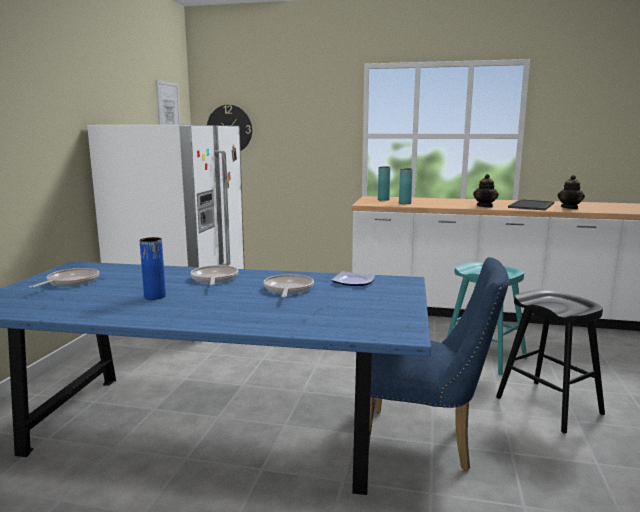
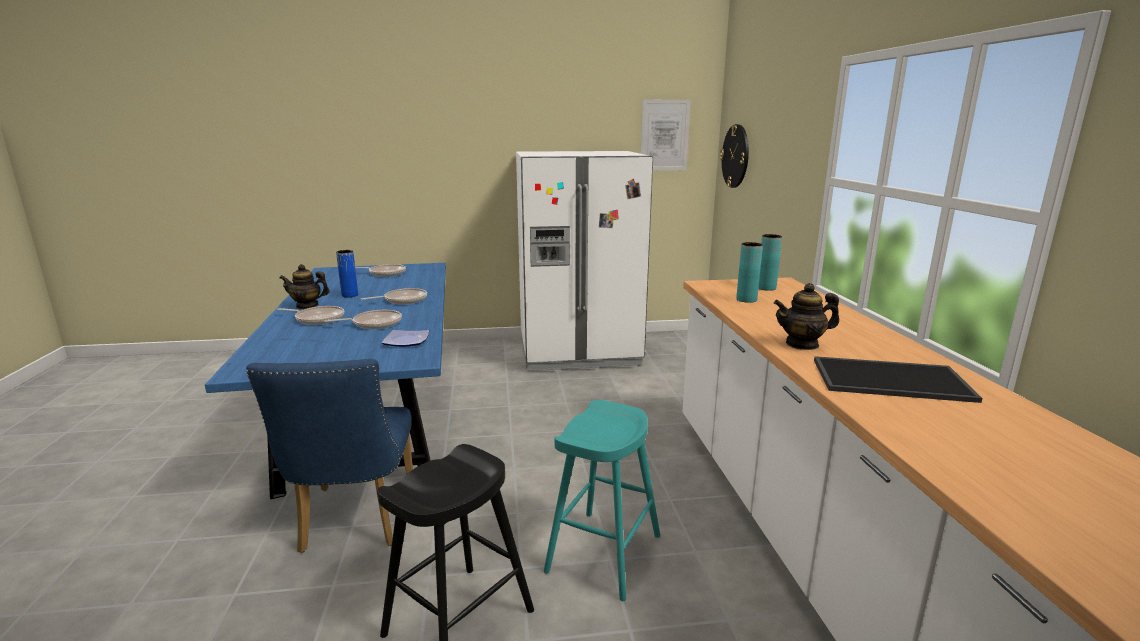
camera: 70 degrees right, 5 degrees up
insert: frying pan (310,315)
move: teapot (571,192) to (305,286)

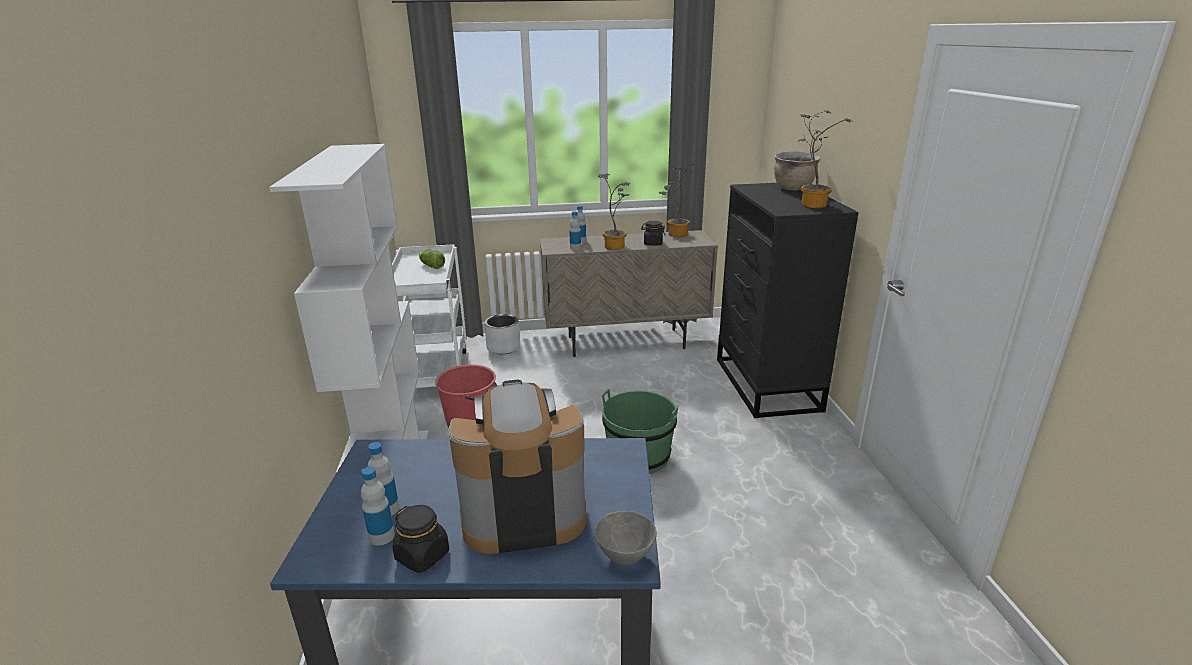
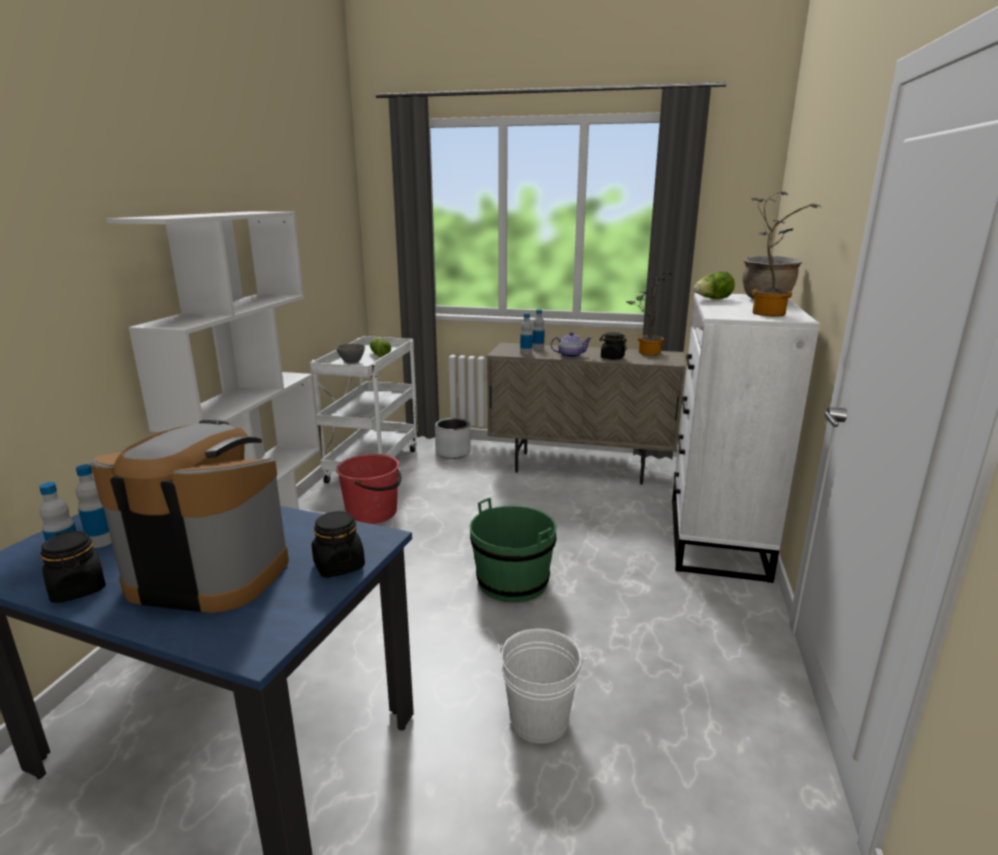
camera: 20 degrees right, 5 degrees down
insert: jar (black) (338,544); bucket (white) (542,686); lettuce (714,285)
move: bowl (grey) (626,538) to (350,353)
replace: potted plant (614,211) to teapot (571,345)
recolor: dresser (black) (787,300) to dresser (white) (746,438)

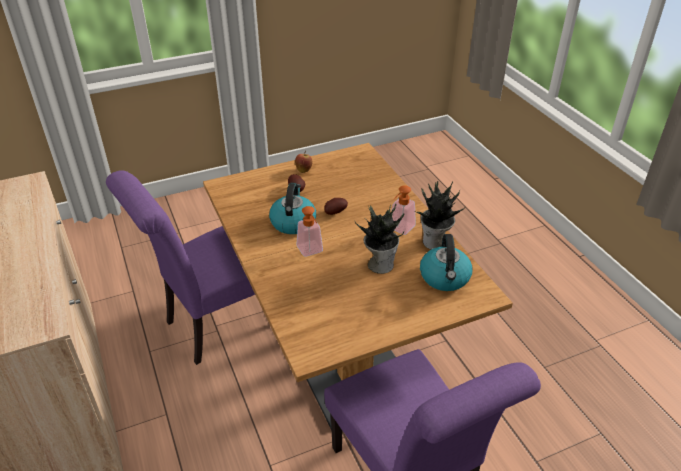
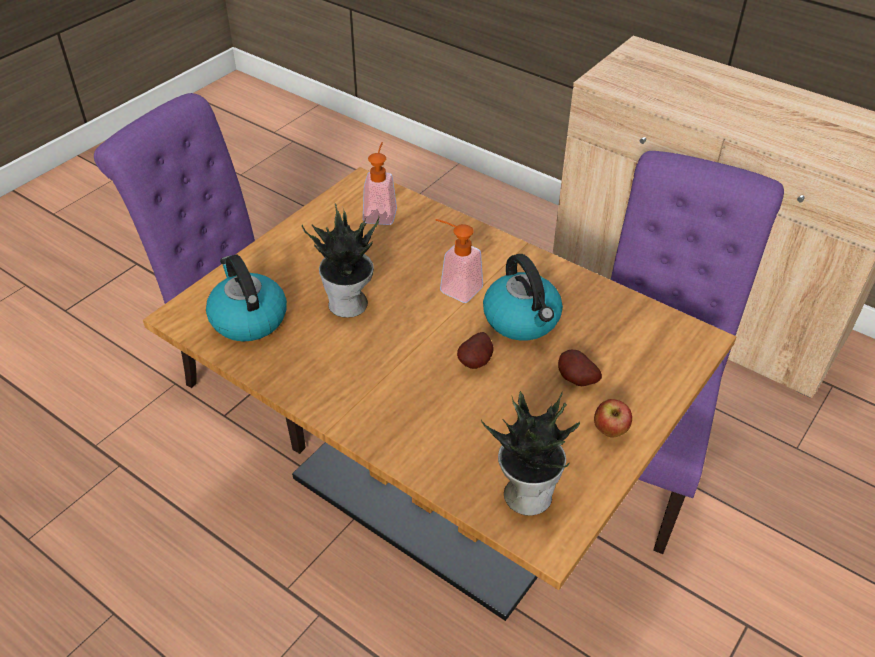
camera: 150 degrees right, 5 degrees up
move: soap dispenser (404,210) to (380,183); potted plant (440,215) to (530,453)

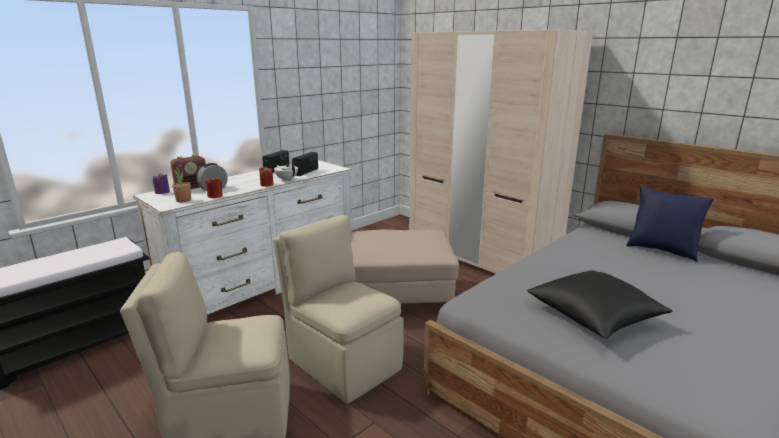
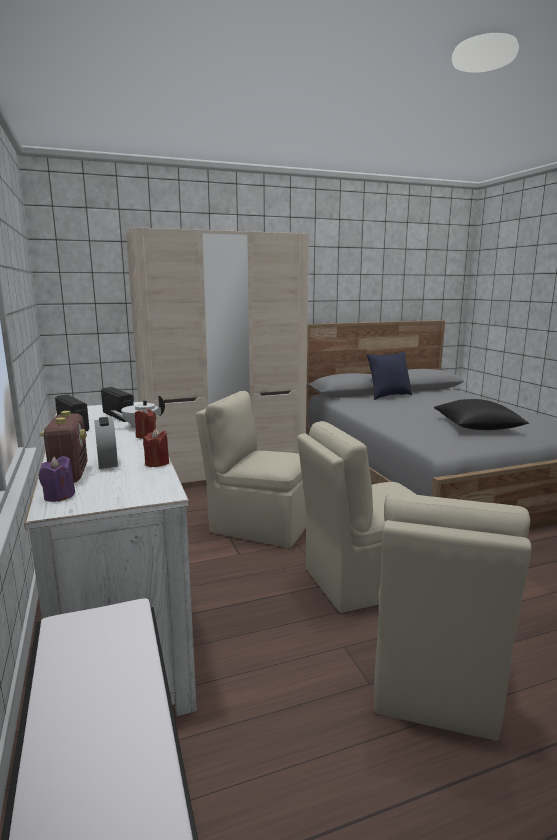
camera: 65 degrees left, 5 degrees down
delete: potted plant (181,180)
replace: ottoman (beige) (404,268) to chair (beige) (251,469)

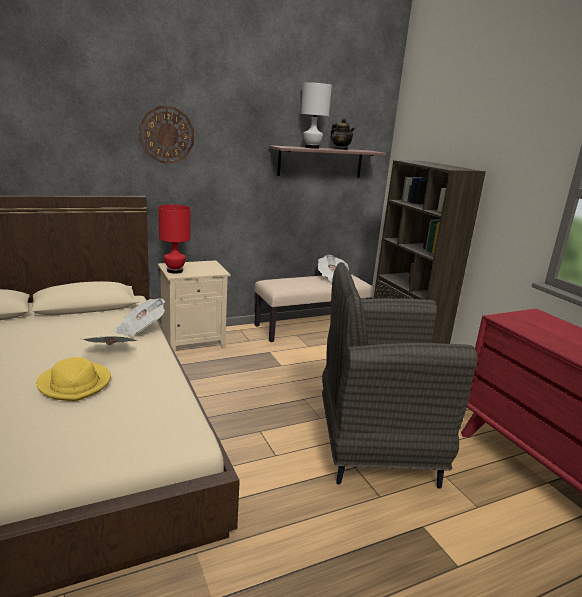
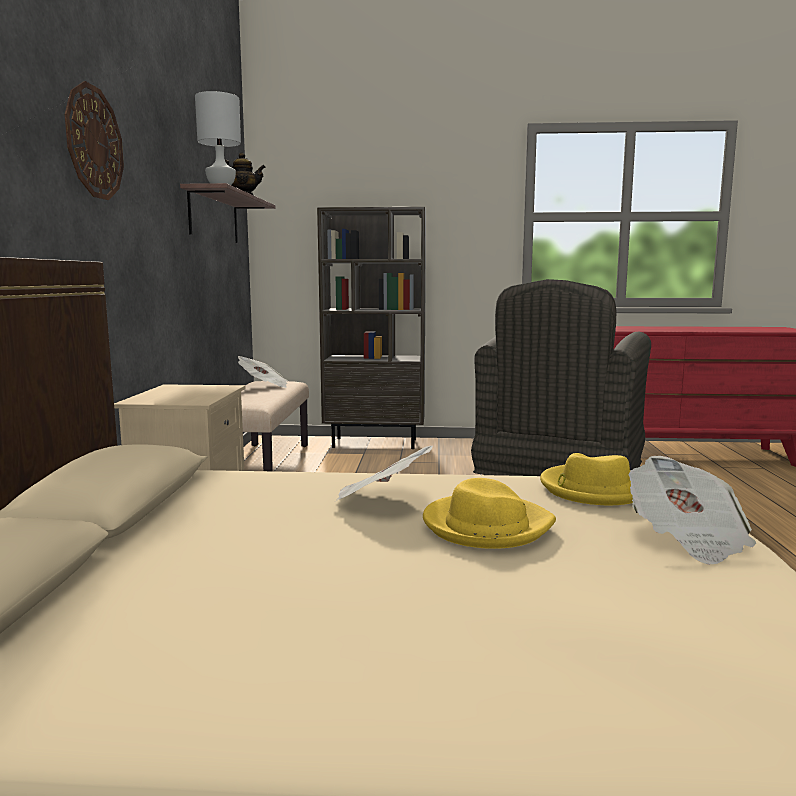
camera: 60 degrees left, 10 degrees down
delete: table lamp (red) (174,239)
insert: hat (yellow) (586,479)
move: newspaper (139,317) to (692,510)

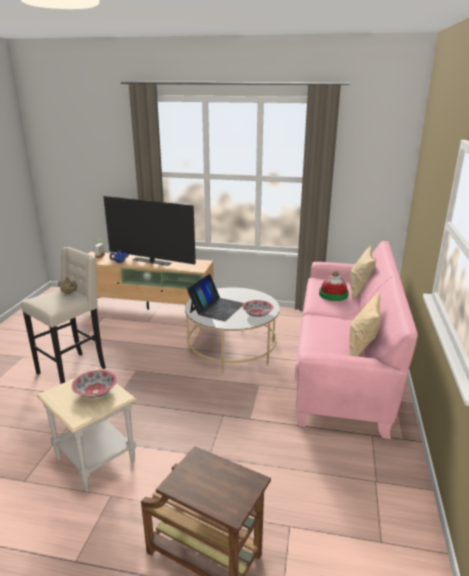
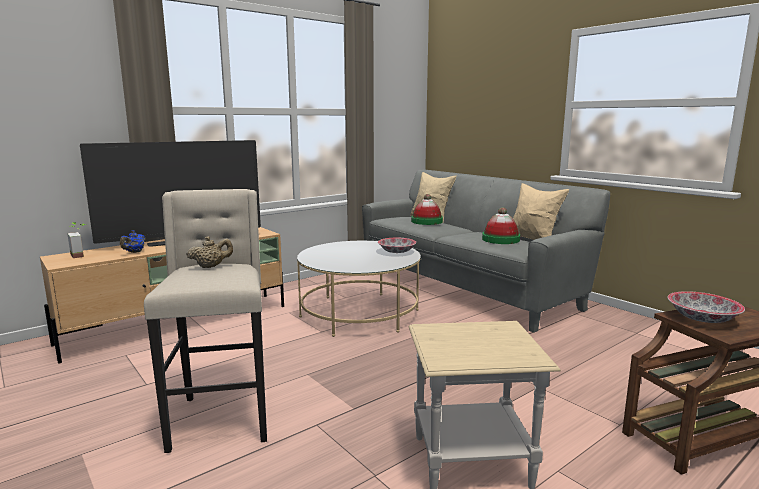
camera: 50 degrees left, 10 degrees down
delete: laptop (215,297)
insert: hat (501,225)
move: bowl (94,384) to (706,307)
recolor: sofa (pink) (356,340) to sofa (grey) (486,251)

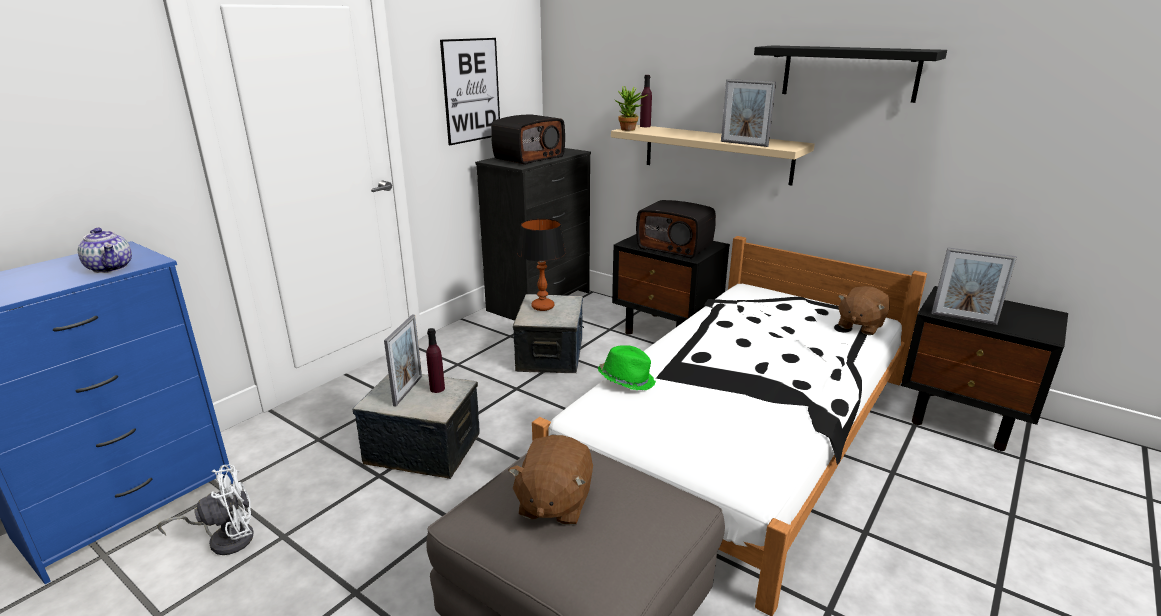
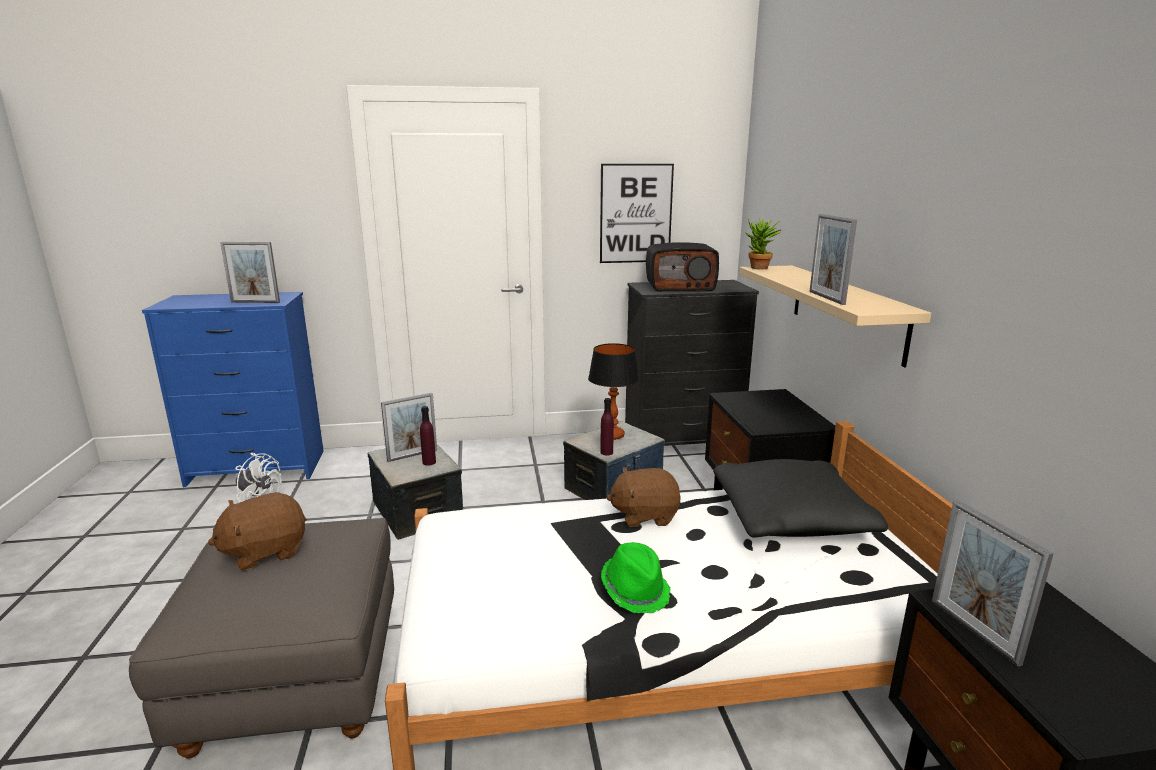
camera: 45 degrees right, 5 degrees down
delete: radio (676,229); shelf (black) (850,74)
insert: pillow (black) (800,498)
move: bottle (purple) (646,101) to (607,426); hat (green) (627,368) to (636,577); plush toy (brown) (864,310) to (643,497)
replace: teapot (105,250) to picture frame (250,272)

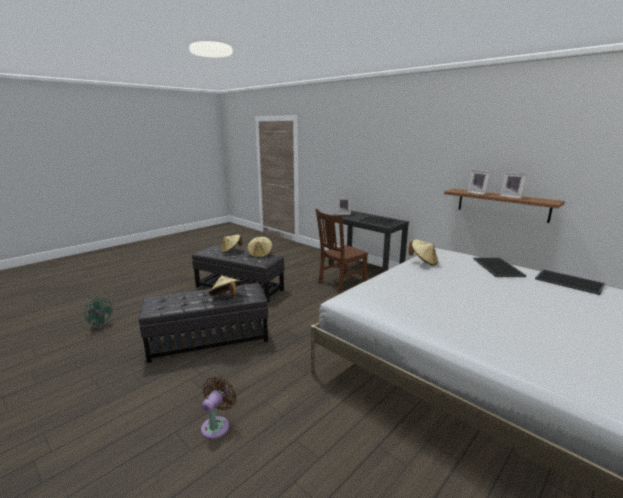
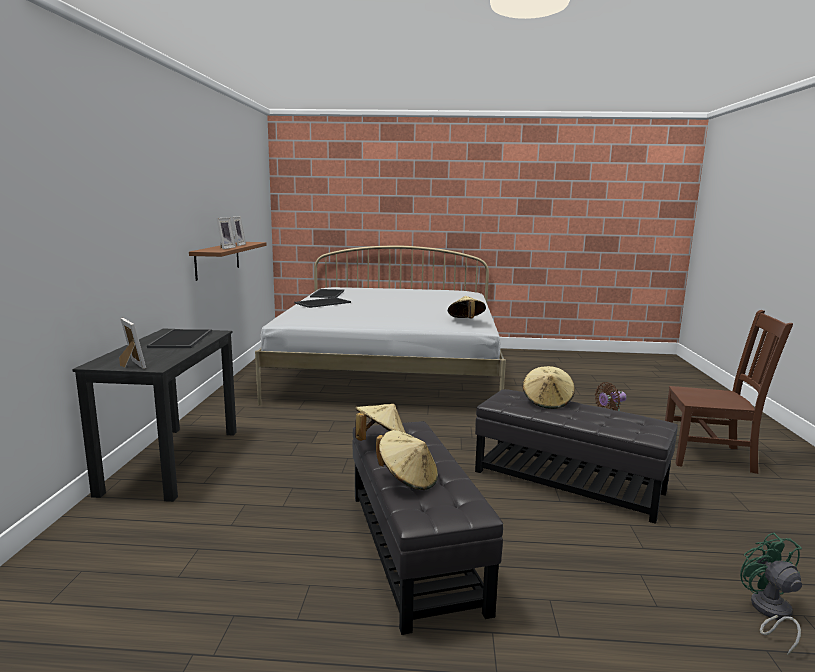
camera: 130 degrees left, 5 degrees down
move: hat (beige) (423,253) to (467,307); chair (brown) (342,251) to (729,392)

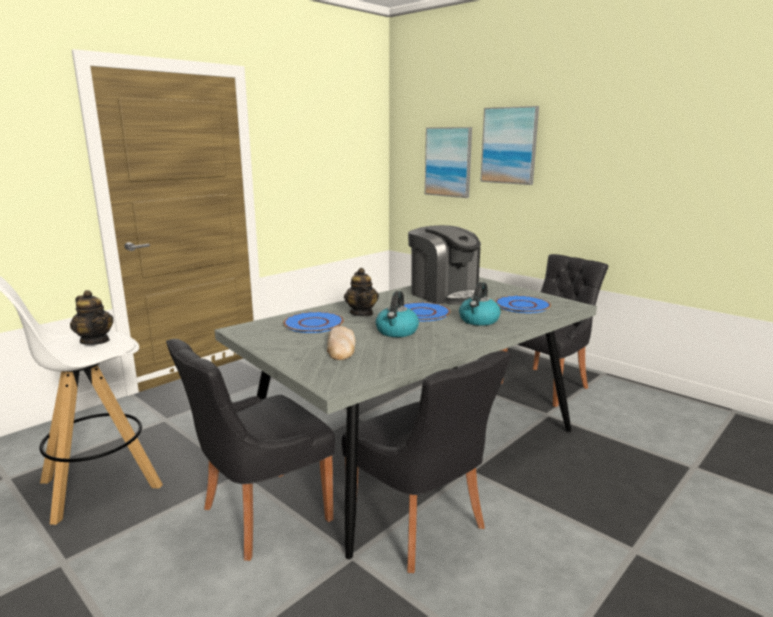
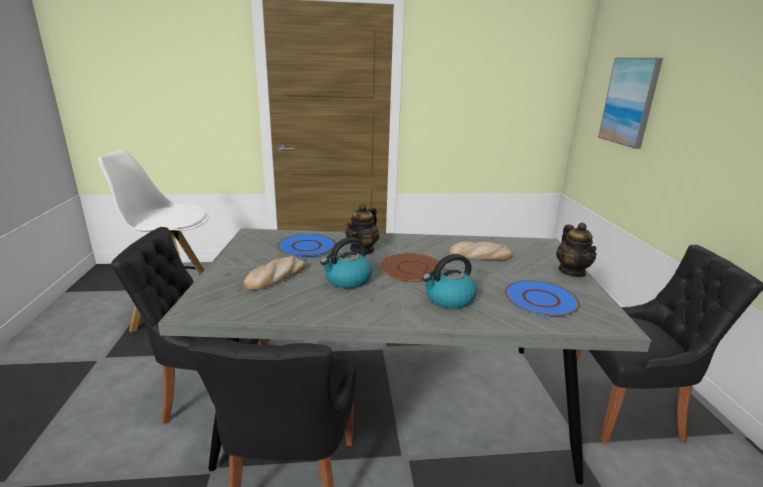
camera: 40 degrees right, 5 degrees up
delete: picture (509,145)
move: teapot (92,317) to (576,250)
replace: coffee machine (445,265) to bread (481,251)
recolor: plate (blue) (427,311) to plate (brown) (413,267)

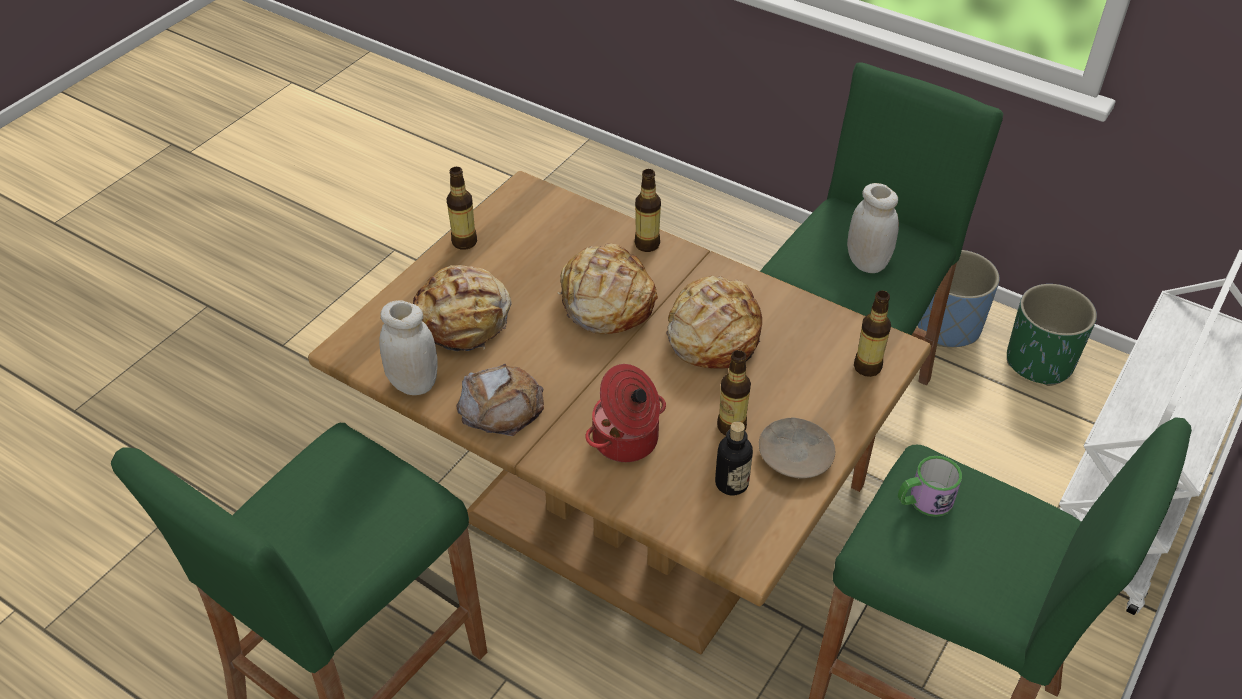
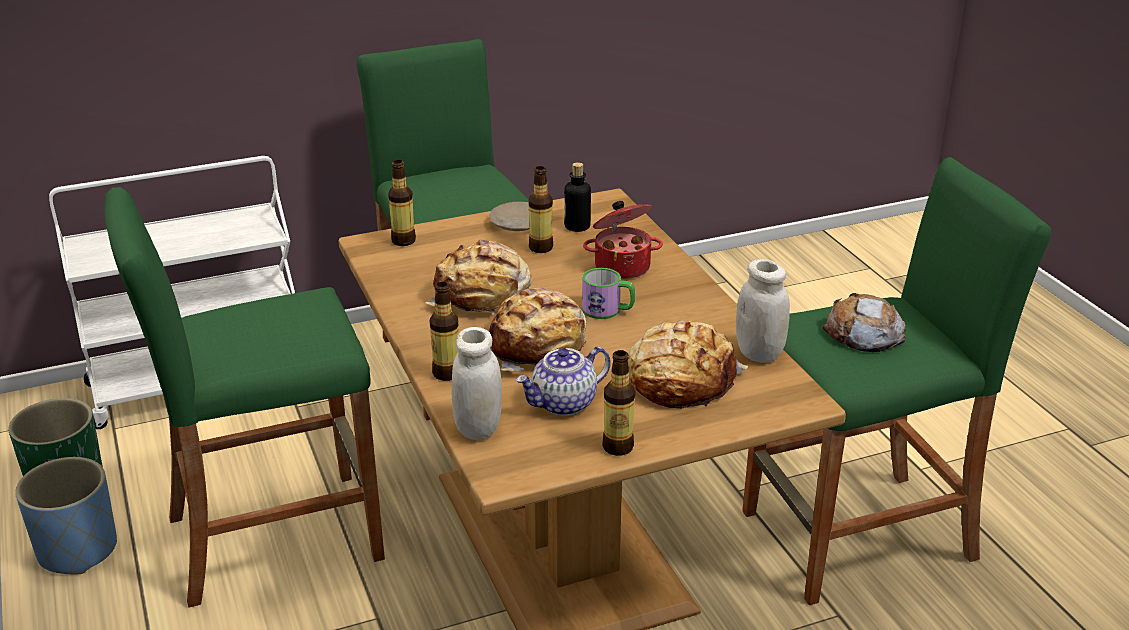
camera: 145 degrees left, 15 degrees down
insert: teapot (563,381)
move: jar (white) (873,228) to (476,383); mug (930,486) to (609,293); bread (500,400) to (864,322)

